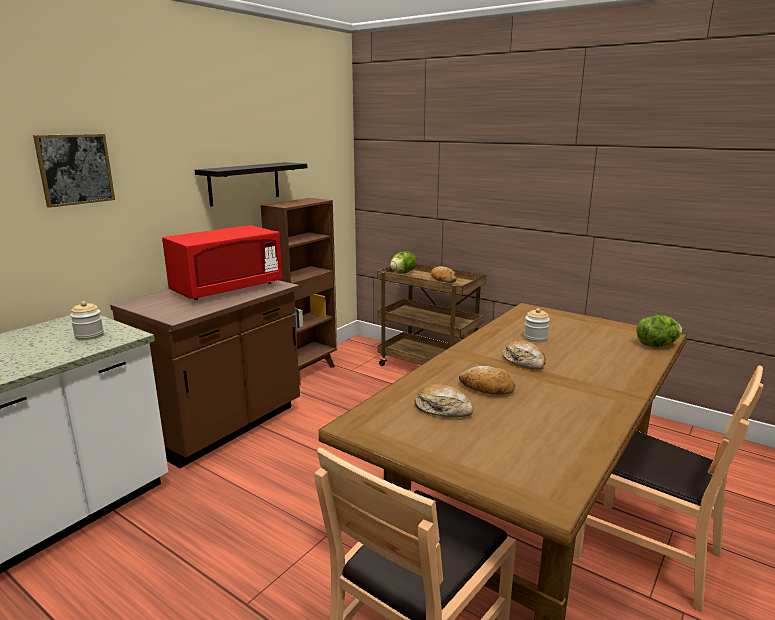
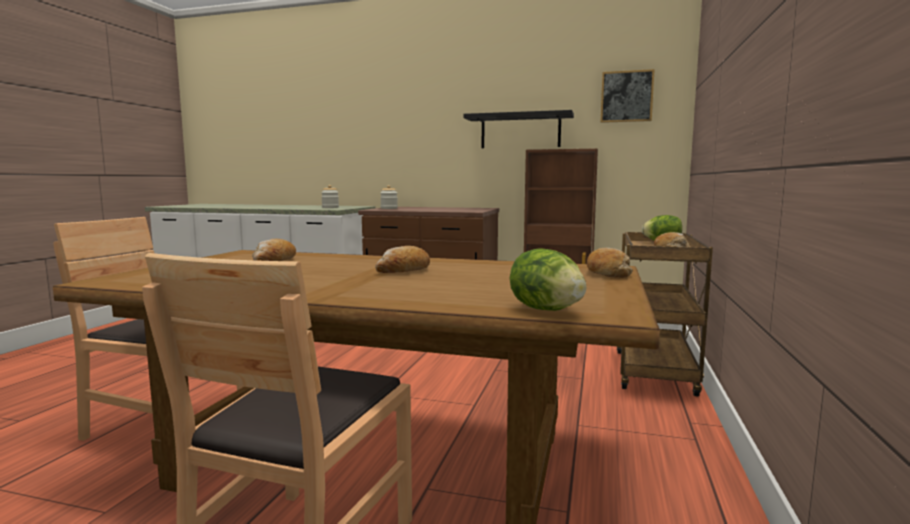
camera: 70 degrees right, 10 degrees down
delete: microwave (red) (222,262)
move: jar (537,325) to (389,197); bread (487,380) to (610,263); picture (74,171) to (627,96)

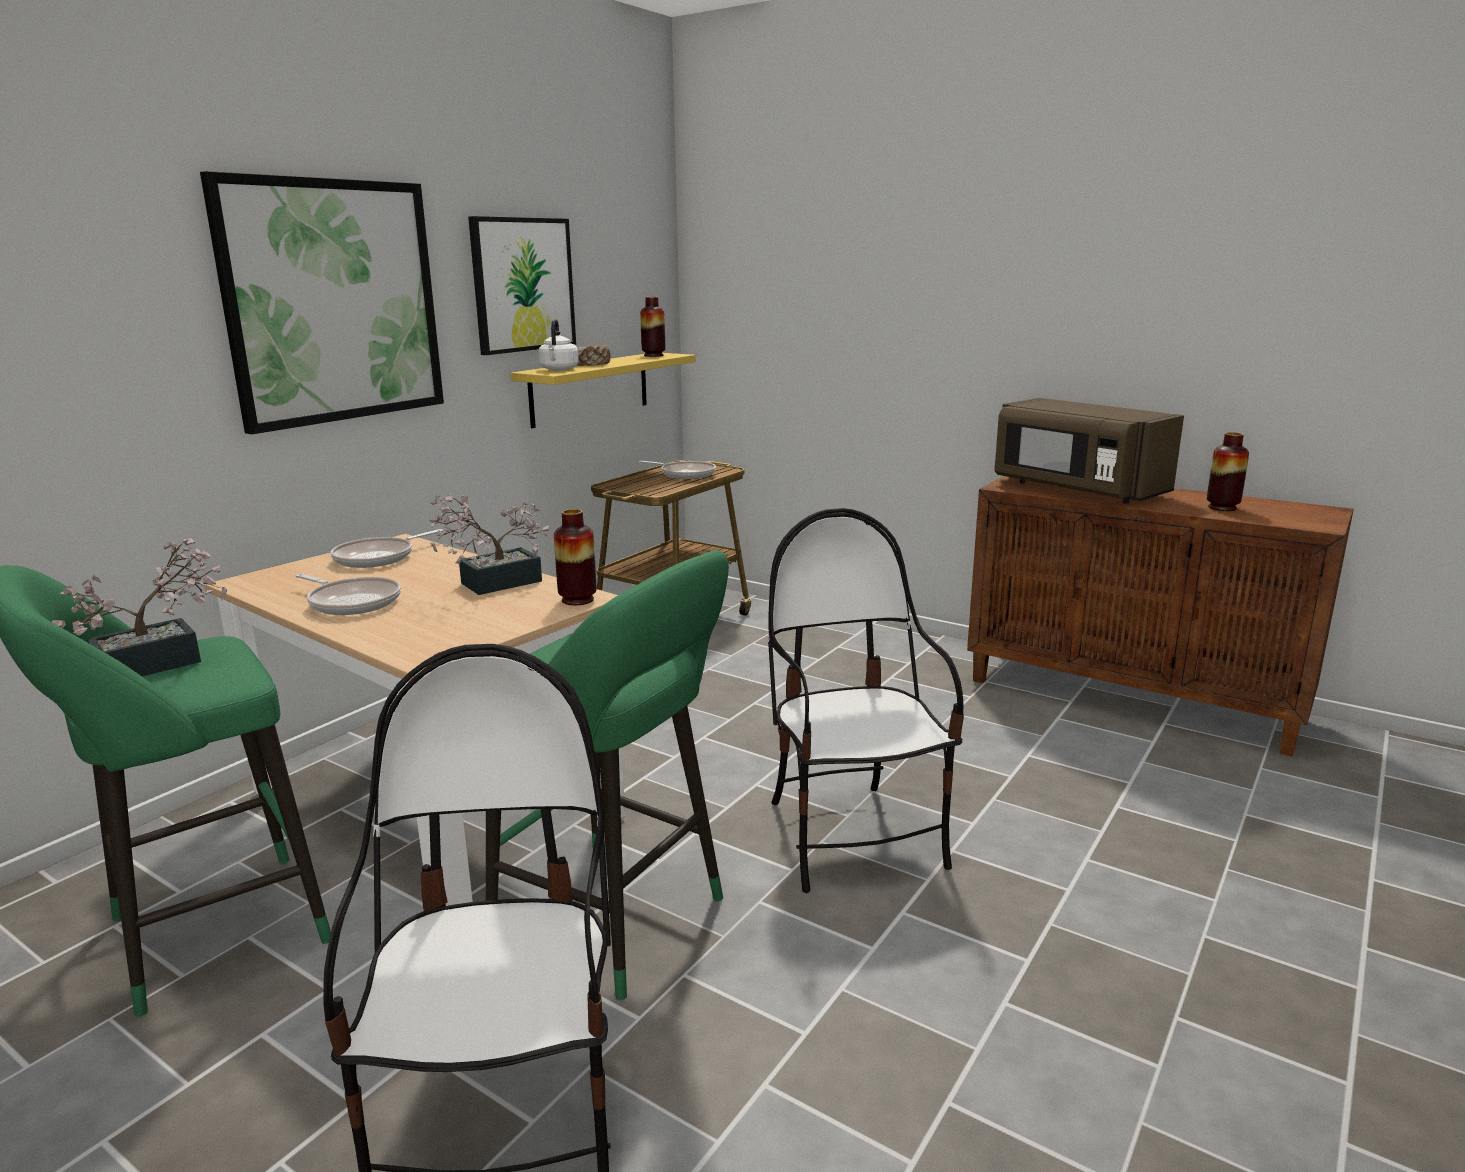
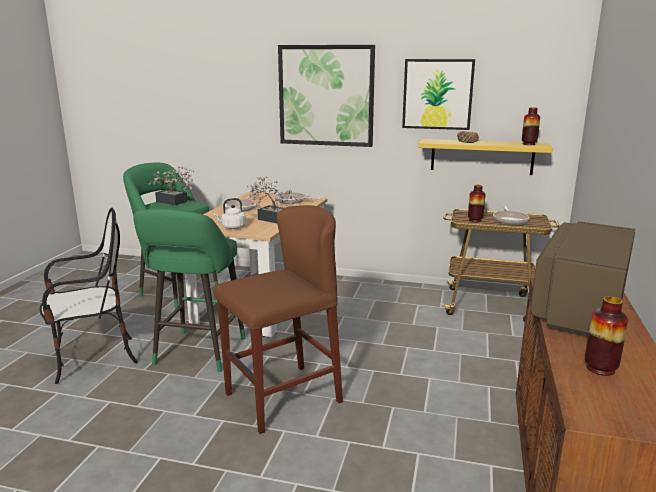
camera: 70 degrees right, 0 degrees up
move: kettle (white) (559,345) to (230,213); vase (575,557) to (477,203)
replace: chair (866,700) to stool (brown) (278,319)

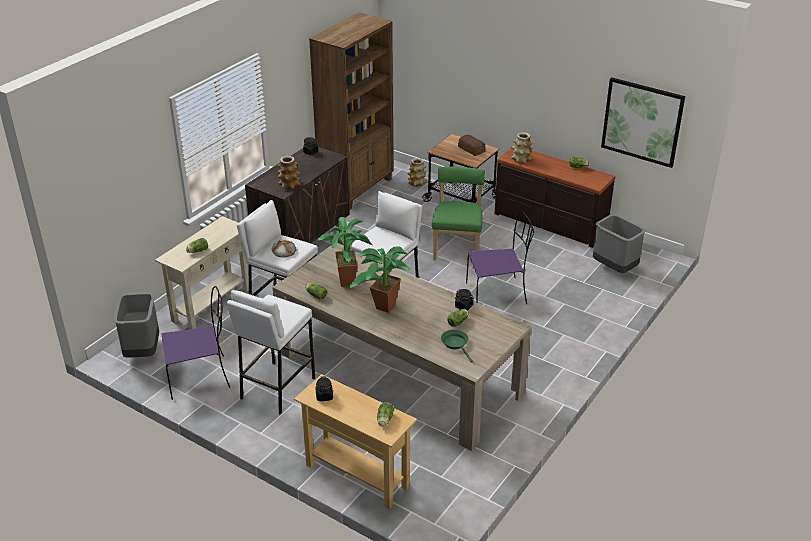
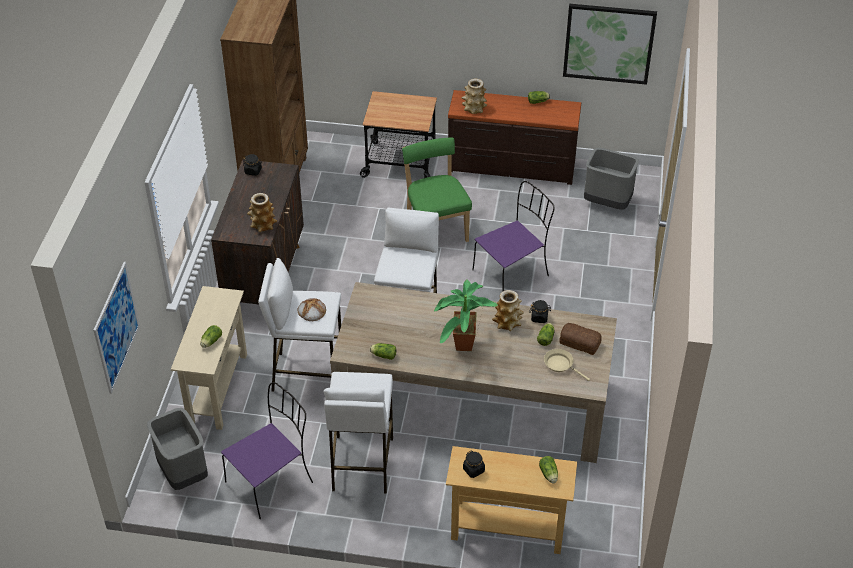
camera: 25 degrees left, 10 degrees up
delete: potted plant (345,252)
insert: picture (116,328)
move: vase (417,172) to (508,310); bread (471,145) to (580,339)
recolor: frying pan (green) (457,346) to frying pan (beige) (567,365)

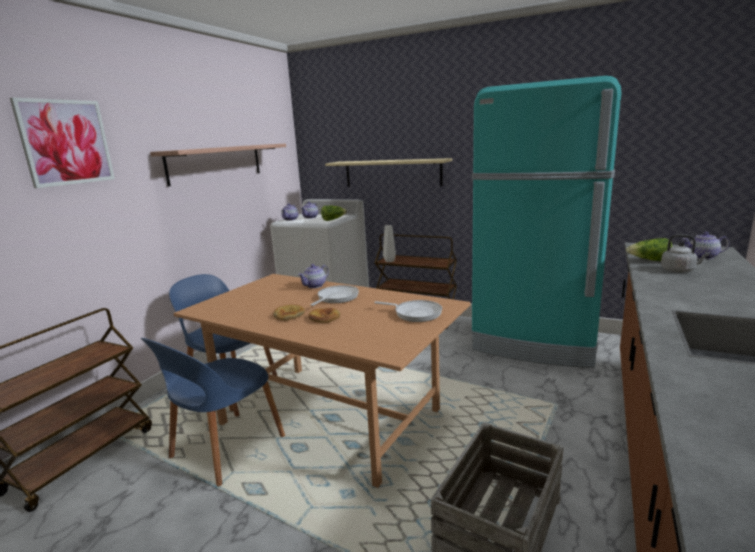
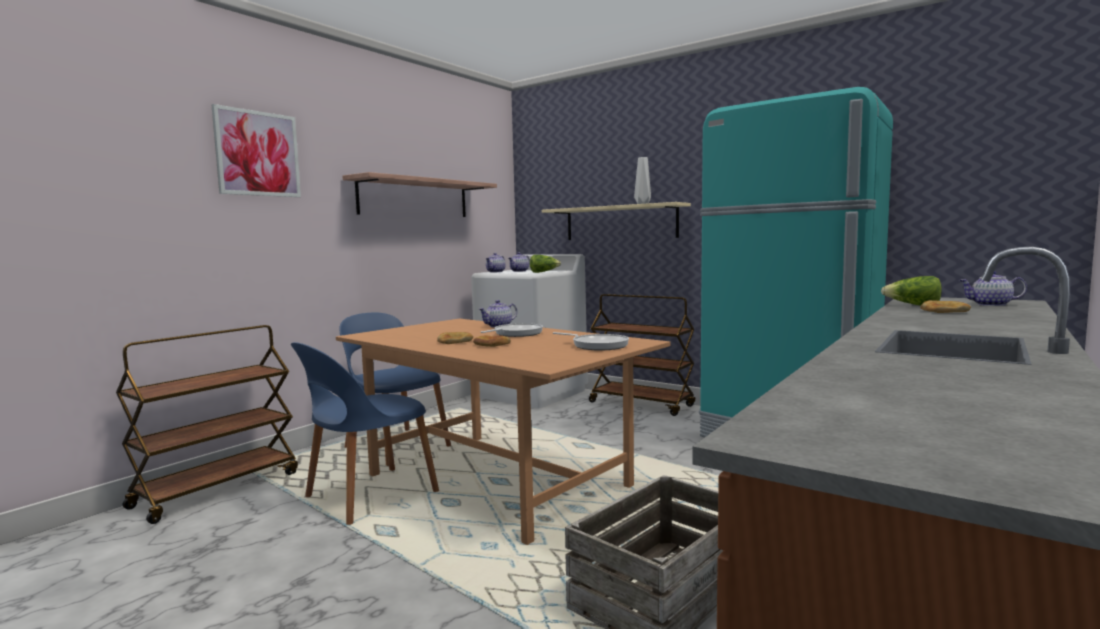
camera: 10 degrees right, 10 degrees down
move: vase (grey) (389,243) to (642,180)
replace: kettle (grey) (685,253) to bread (945,306)

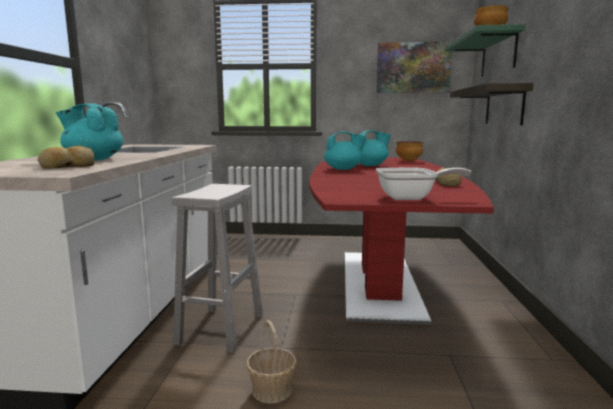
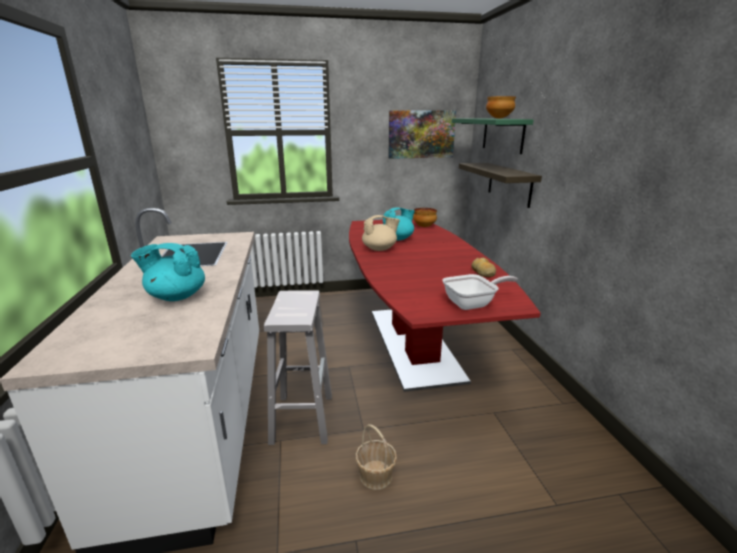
camera: 15 degrees left, 10 degrees up
delete: bread (66,157)
recolor: teapot (turquoise) (345,150) to teapot (beige) (381,233)

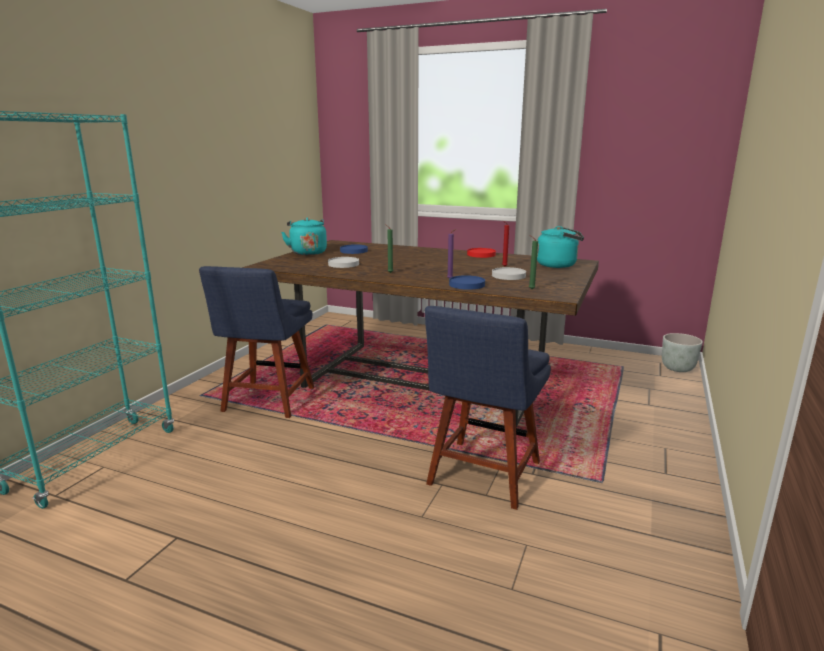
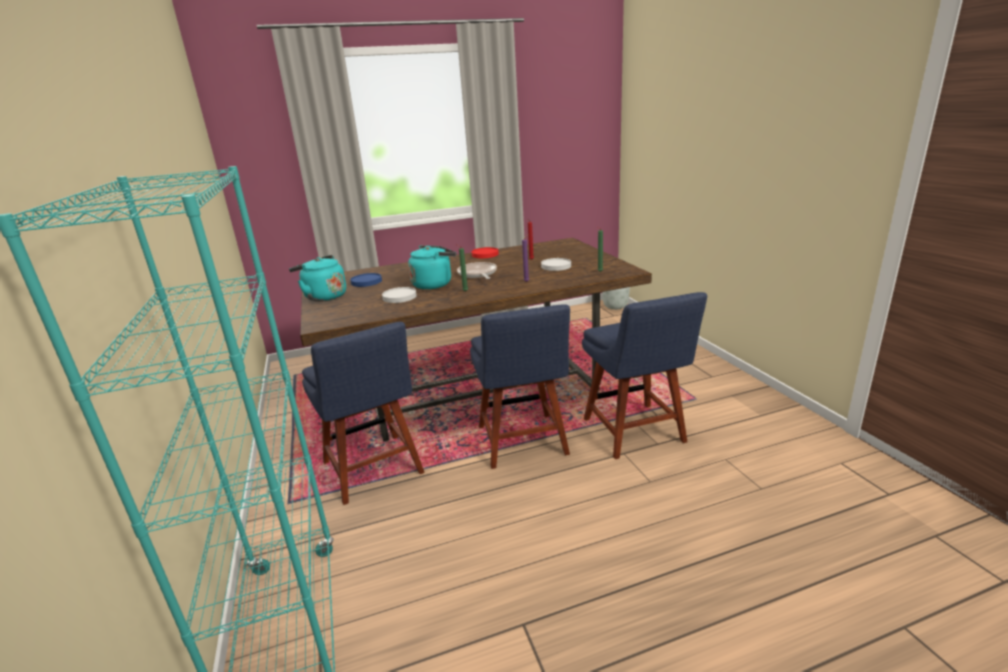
camera: 40 degrees left, 5 degrees up
delete: plate (blue) (467,282)
insert: frying pan (477,270); chair (blue) (520,386)
move: kettle (turquoise) (560,247) to (432,267)

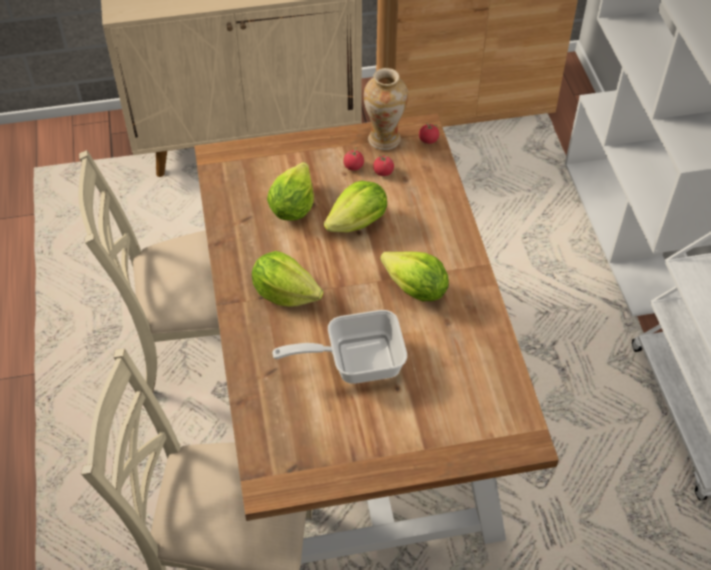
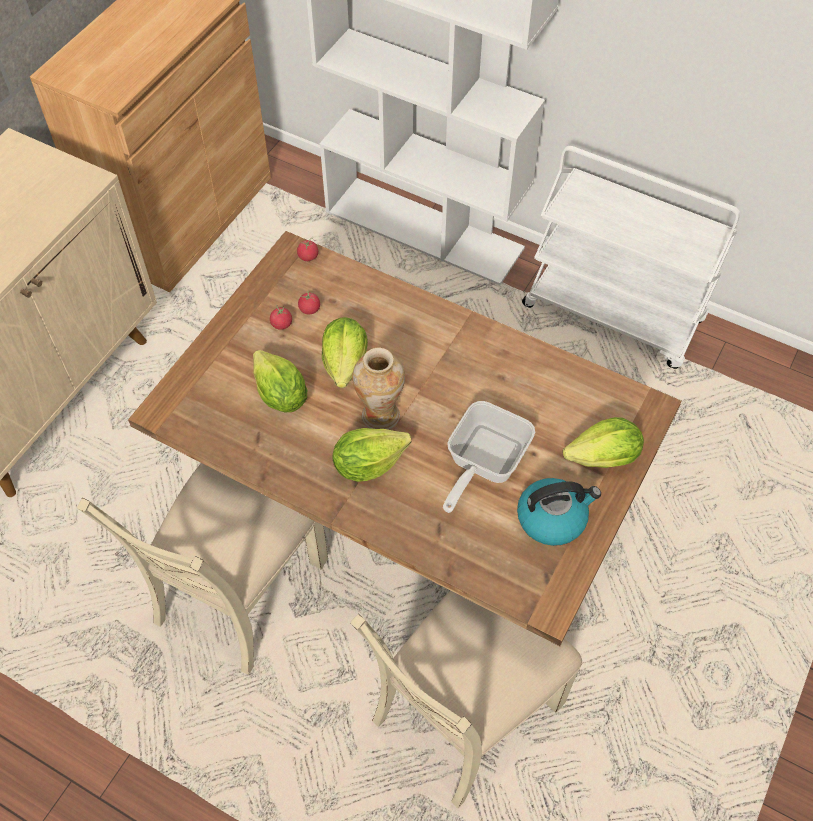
camera: 50 degrees left, 5 degrees up
insert: kettle (559,512)
move: vase (385,109) to (378,388); lettuce (414,276) to (603,442)

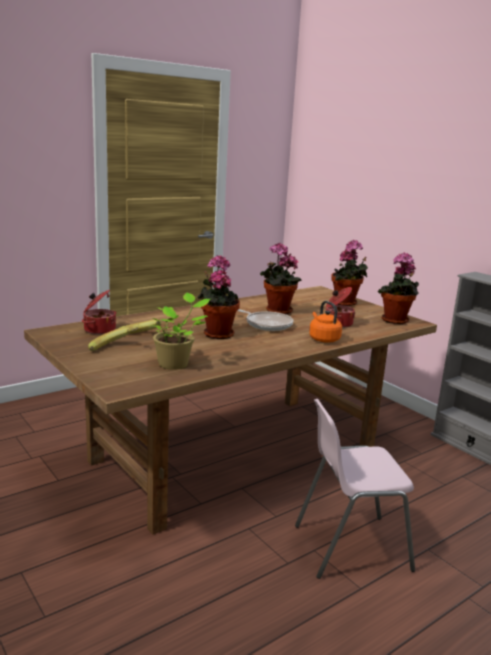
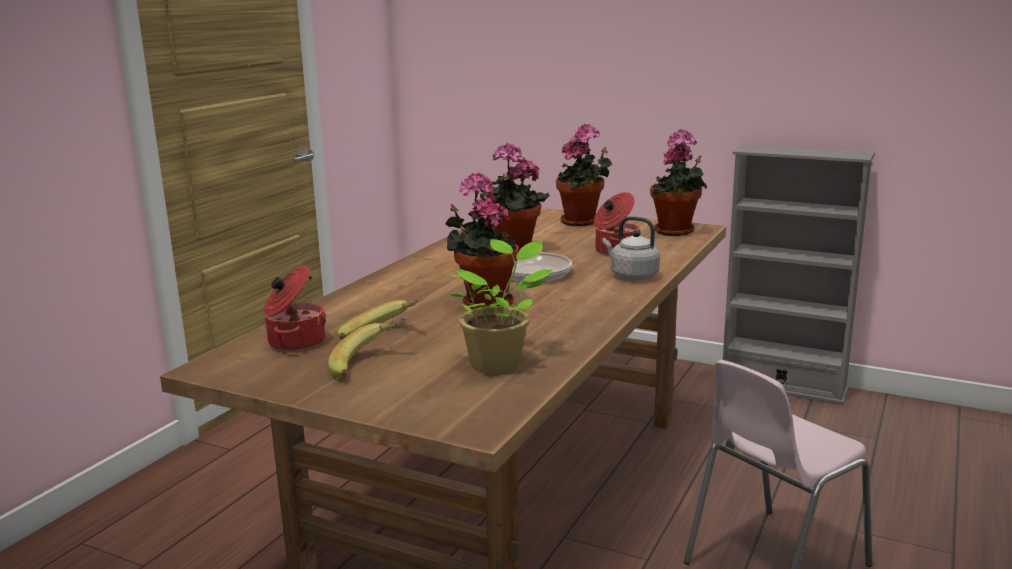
camera: 25 degrees left, 0 degrees up
recolor: kettle (orange) (325,322) to kettle (grey) (631,248)

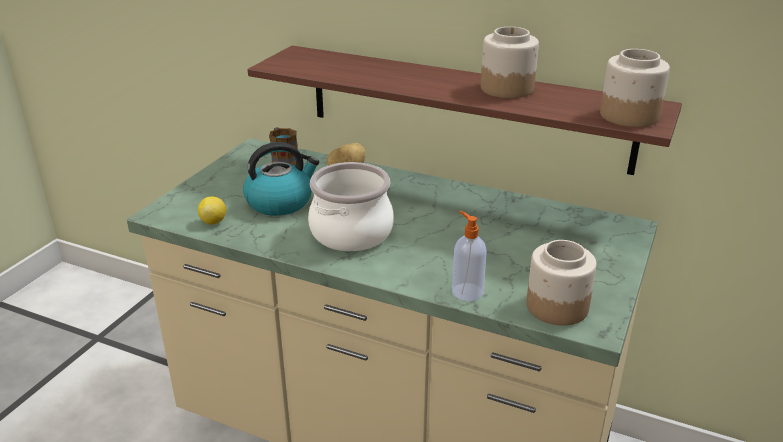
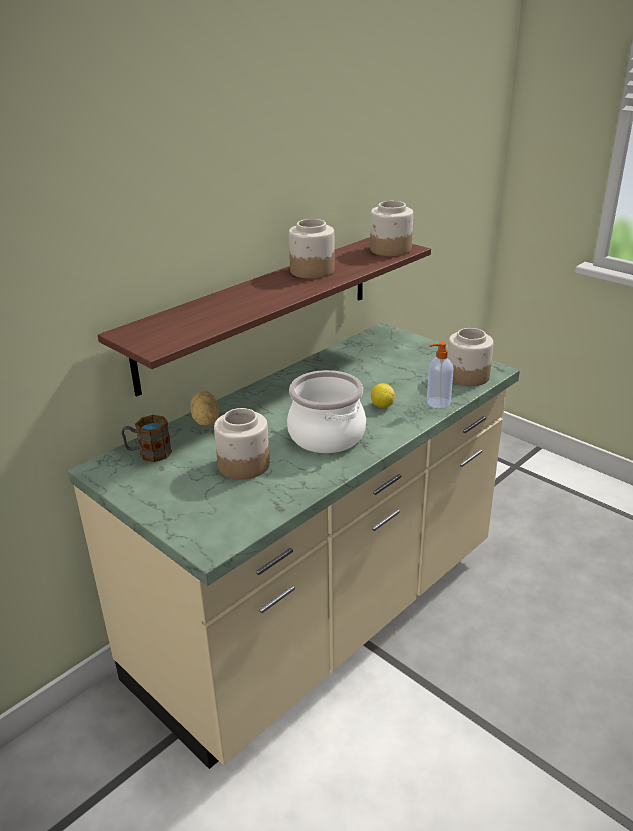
camera: 70 degrees left, 0 degrees up
move: lemon (212,210) to (383,395)
replace: kettle (281,179) to jar (242,444)

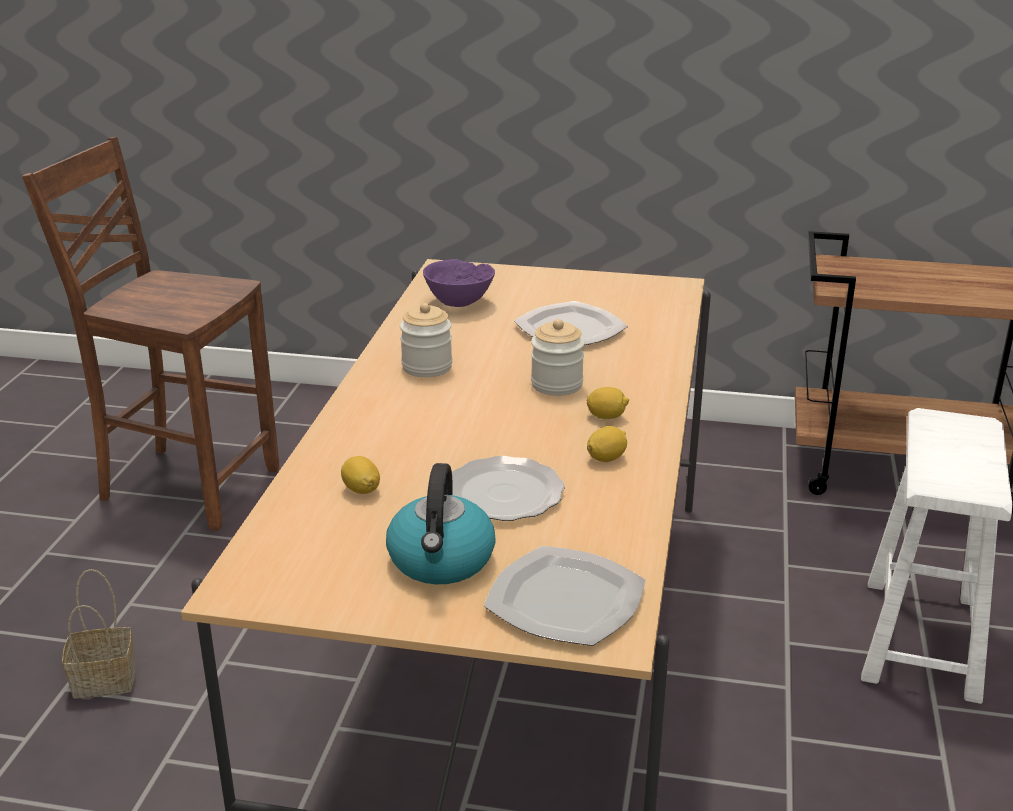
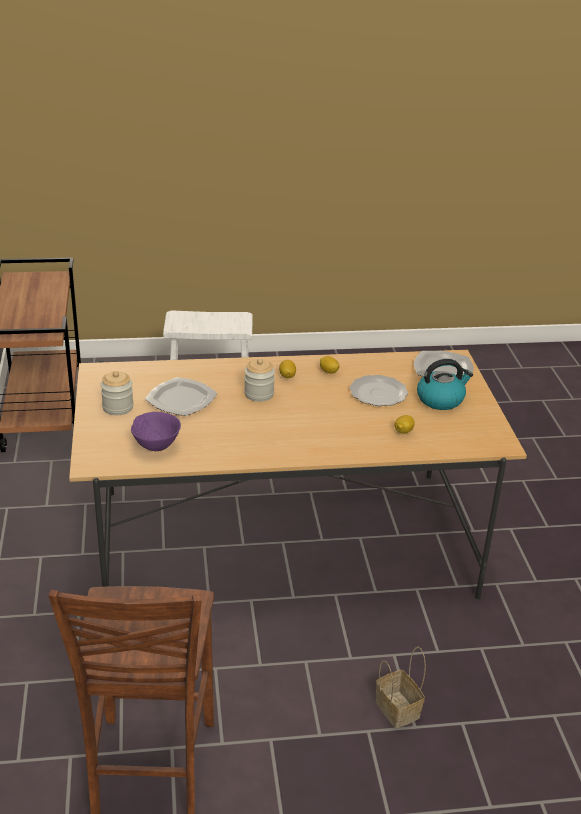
camera: 110 degrees left, 5 degrees up
move: jar (426,340) to (117,393)

